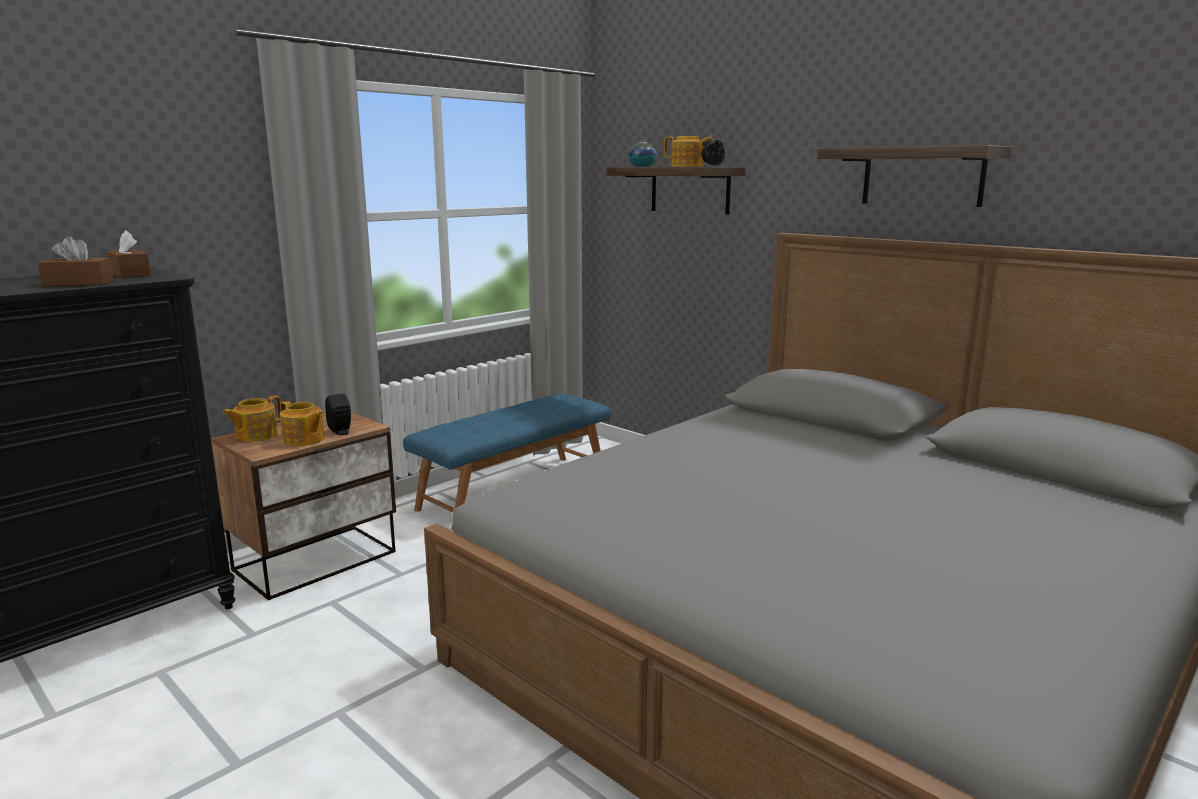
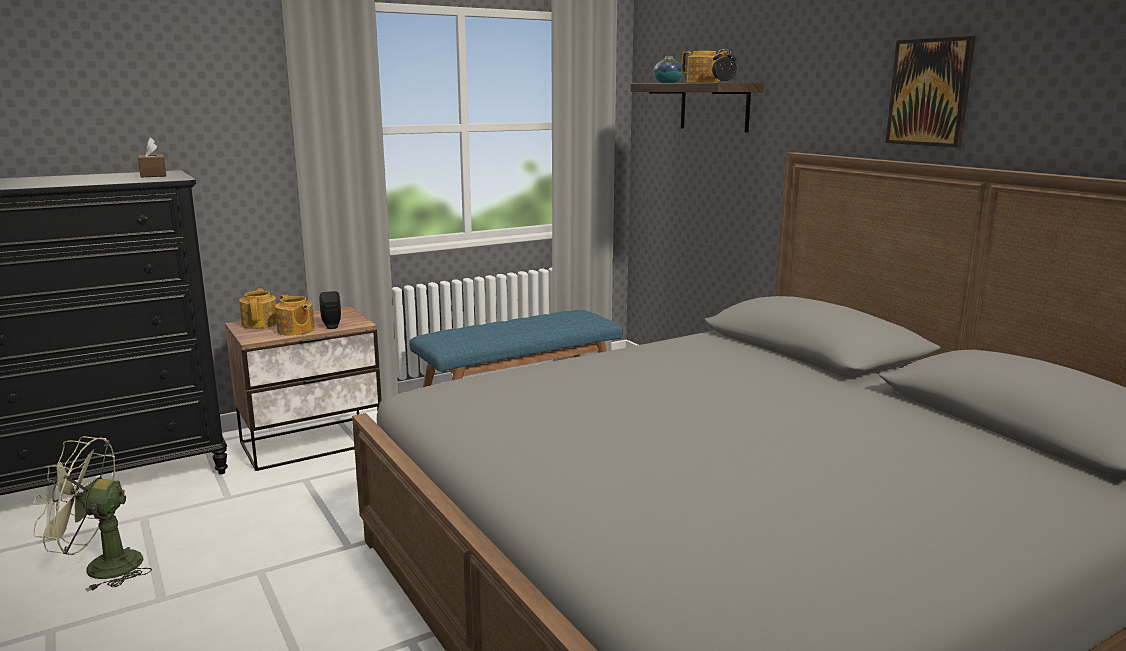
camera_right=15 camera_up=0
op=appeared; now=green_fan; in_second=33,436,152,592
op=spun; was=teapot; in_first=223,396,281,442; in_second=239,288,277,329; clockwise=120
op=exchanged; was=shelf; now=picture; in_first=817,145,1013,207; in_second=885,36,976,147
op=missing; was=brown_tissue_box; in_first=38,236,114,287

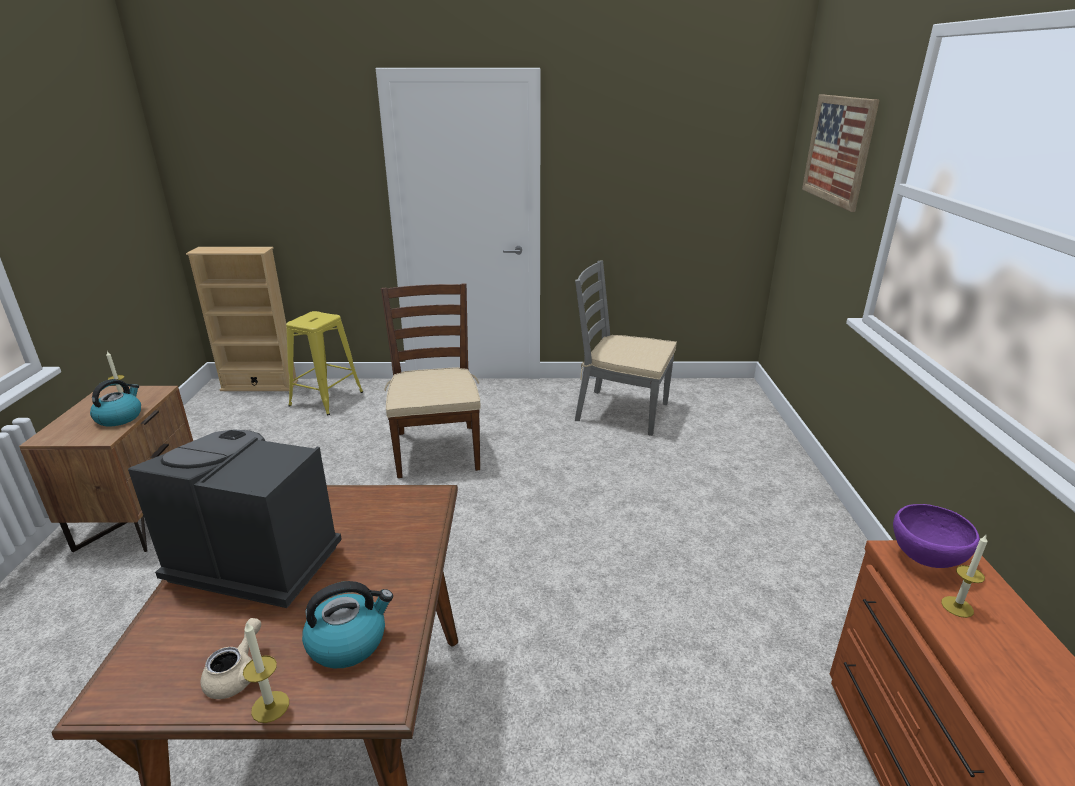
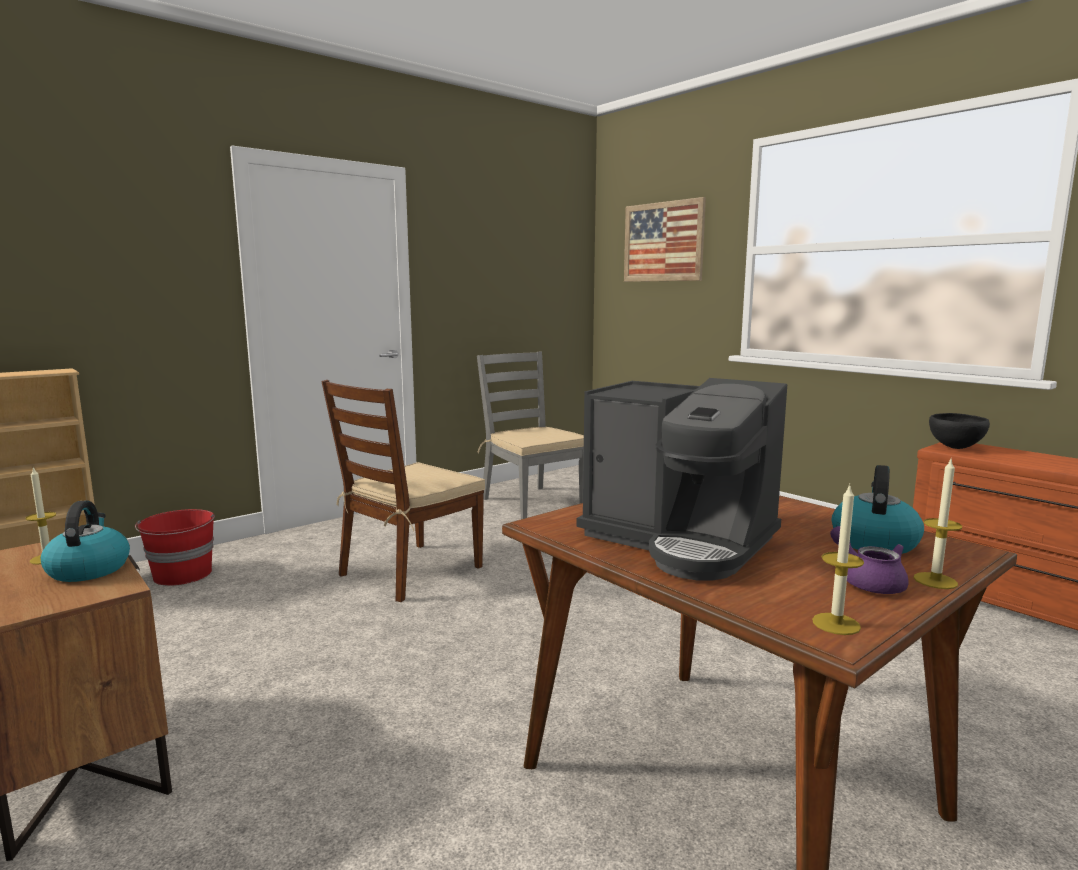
camera_right=-40 camera_up=-15
op=exchanged; was=yellow_stool; now=red_bucket; in_first=286,311,363,415; in_second=135,509,215,586
op=spun; was=brown_chair; in_first=381,283,481,478; in_second=321,380,485,602; clockwise=-90
op=spun; was=grey_chair; in_first=575,261,677,436; in_second=477,352,584,519; clockwise=75
op=spun; was=coffee_machine; in_first=128,430,342,608; in_second=576,378,787,581; clockwise=-120
op=relocated; was=candle; in_first=941,535,987,618; in_second=812,484,864,635
op=colour; was=beige_teapot; now=purple_teapot; in_first=200,618,261,699; in_second=830,526,909,594
op=colour; was=purple_bowl; now=black_bowl; in_first=893,504,980,568; in_second=929,413,990,449

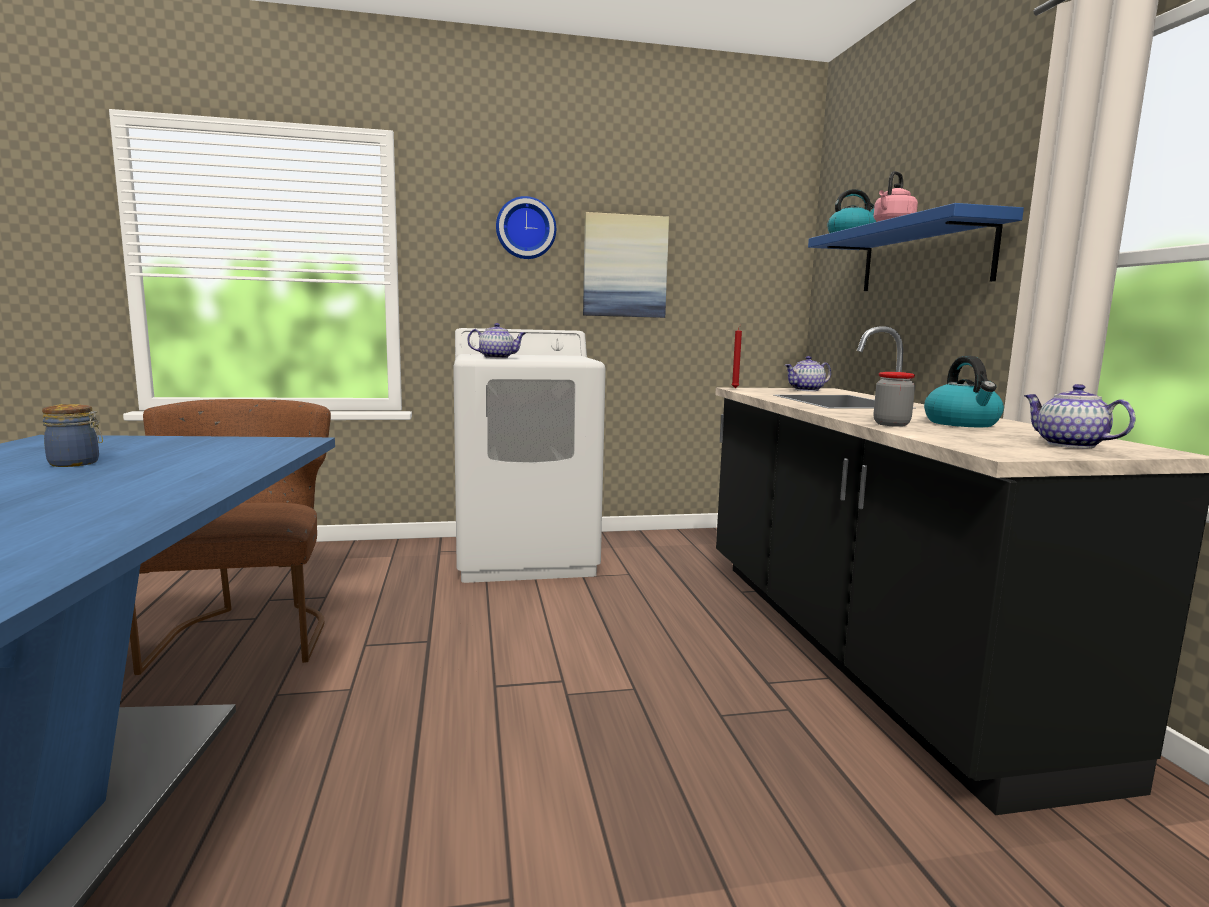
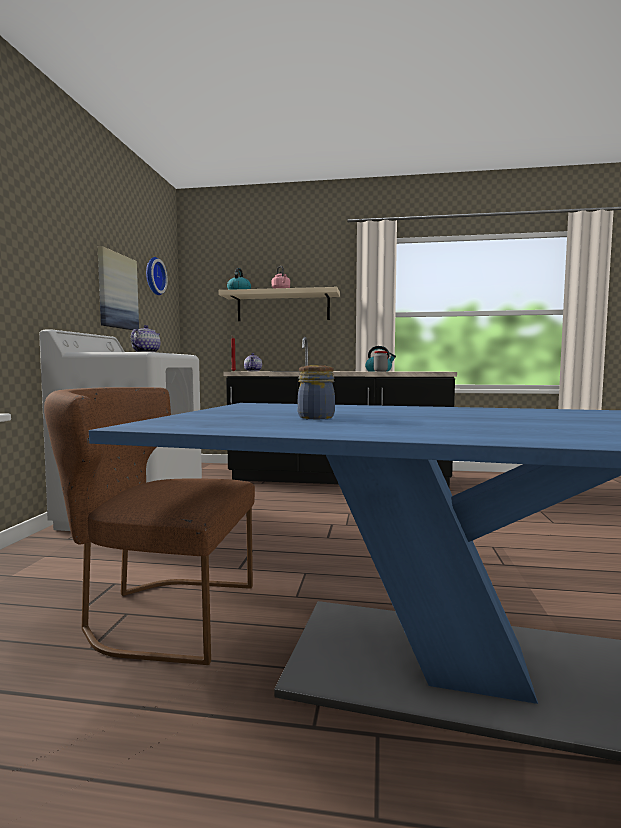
camera_right=-70 camera_up=-5
op=relocated; was=wall_clock; in_first=496,196,556,259; in_second=146,257,168,295
op=colour; was=blue_shelf; now=beige_shelf; in_first=808,203,1024,291; in_second=218,287,340,321
op=missing; was=teapot; in_first=1024,384,1136,448

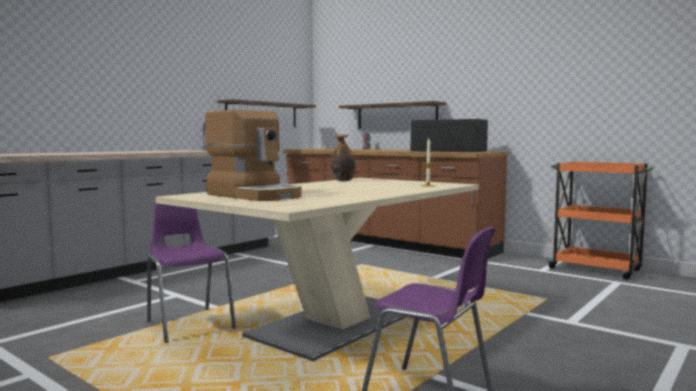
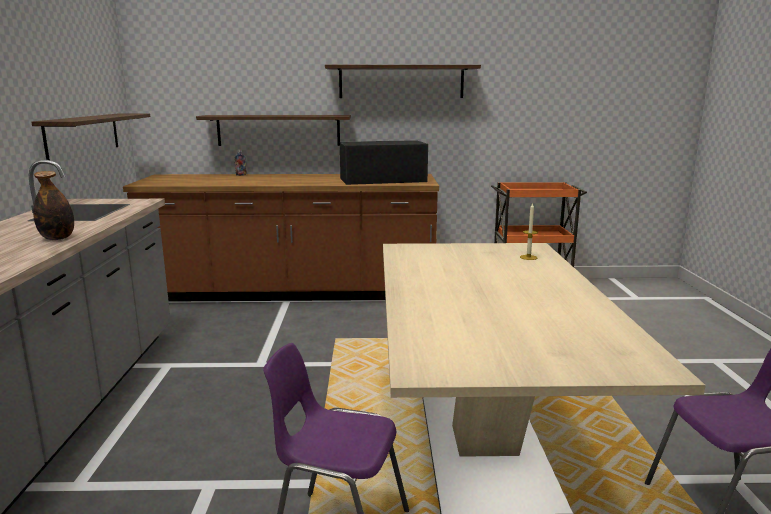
camera_right=-40 camera_up=10
op=relocated; was=bottle; in_first=332,134,355,181; in_second=33,171,74,240
op=appeared; now=shelf; in_second=325,65,481,98
op=missing; was=coffee_machine; in_first=205,110,302,201

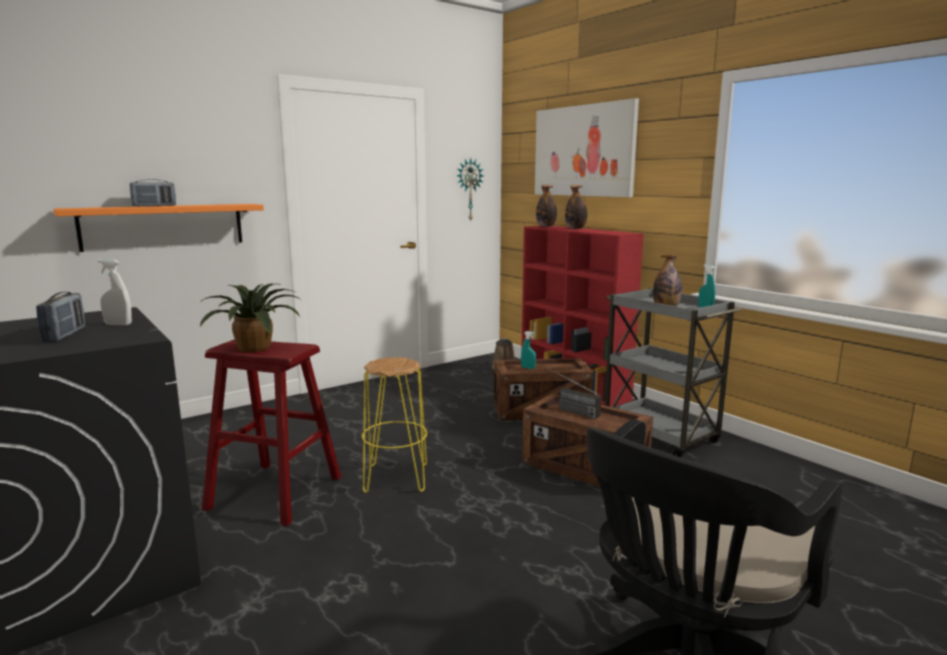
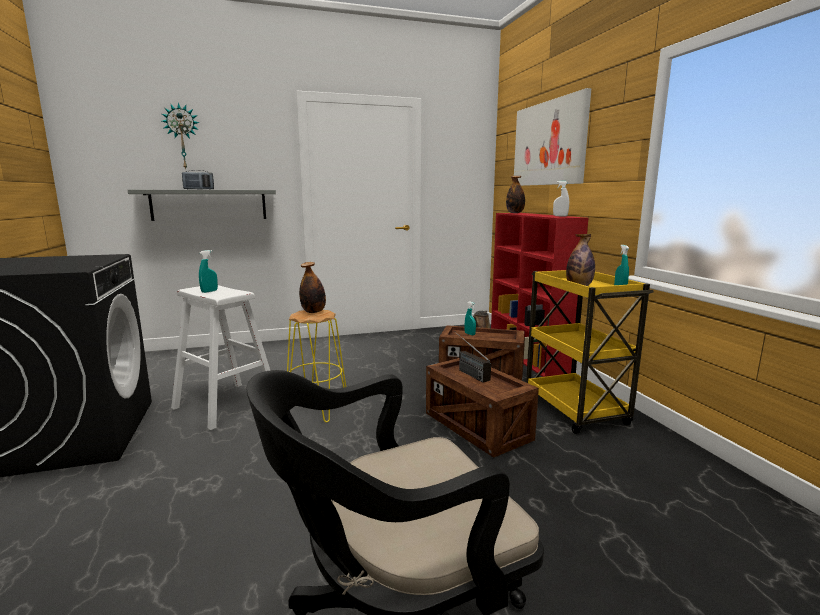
camera_right=20 camera_up=0
op=colour; was=orange_shelf; now=grey_shelf; in_first=53,204,264,252; in_second=128,190,276,221
op=relocated; was=wall_clock; in_first=457,158,484,222; in_second=162,103,199,170
op=colour; was=red_stool; now=white_stool; in_first=202,339,341,526; in_second=171,285,271,430
op=exchanged; was=potted_plant; now=turquoise_spray_bottle; in_first=200,284,301,352; in_second=199,250,218,293
op=relocated; was=bottle; in_first=565,185,587,229; in_second=299,262,326,313
op=colour; was=grey_cart; now=yellow_cart; in_first=605,288,741,458; in_second=526,270,654,434
op=relocated; was=white_spray_bottle; in_first=98,259,132,325; in_second=553,181,569,216
op=missing; was=radio; in_first=36,292,85,342

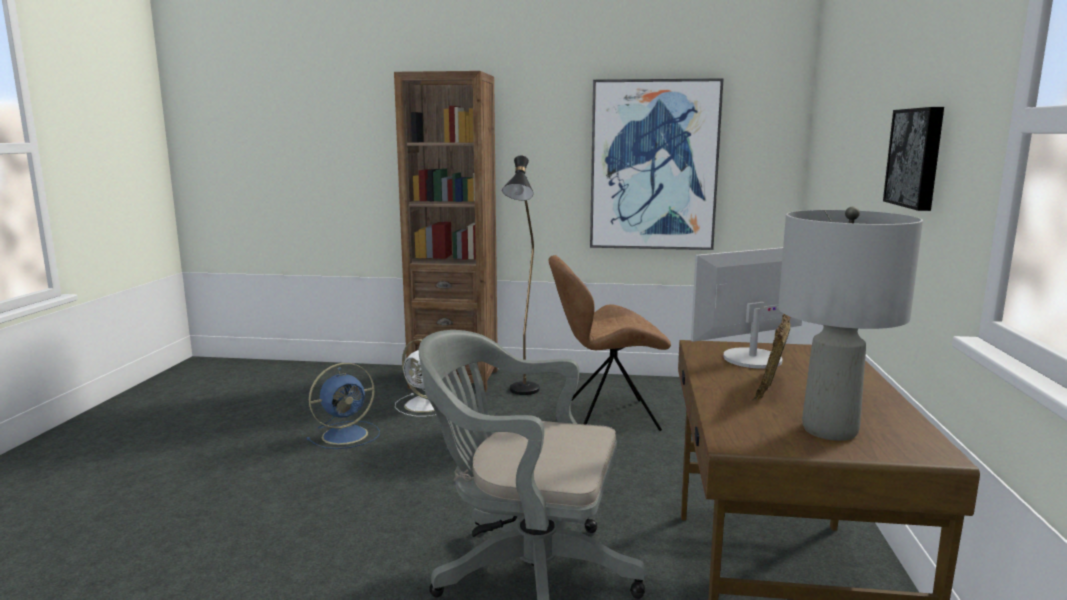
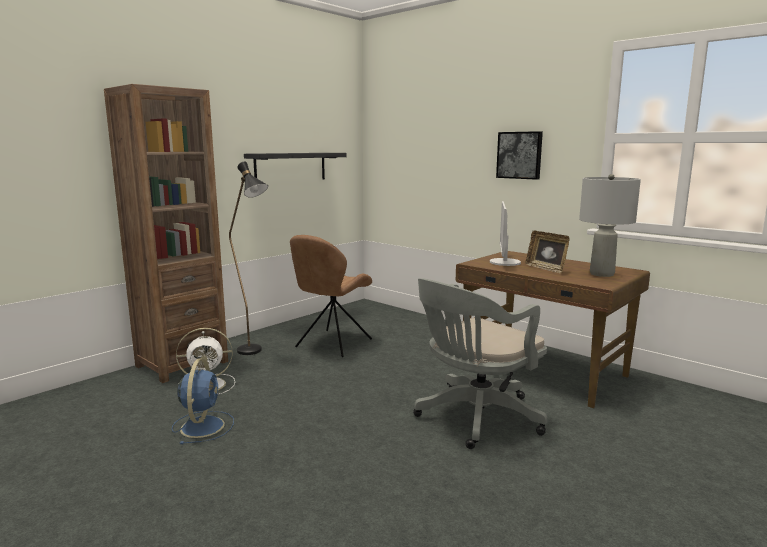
camera_right=-55 camera_up=0
op=exchanged; was=picture; now=black_shelf; in_first=590,78,724,250; in_second=244,153,347,180

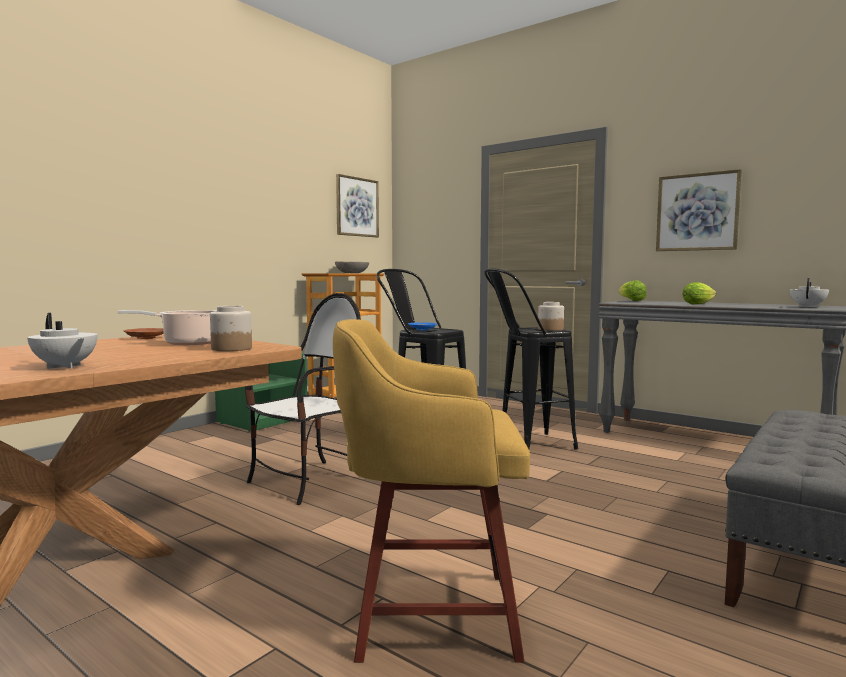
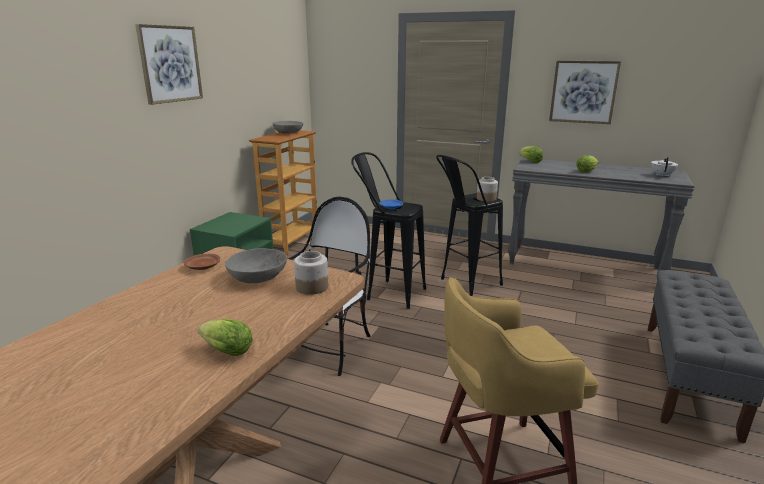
camera_right=-15 camera_up=15
op=relocated; was=picture; in_first=336,174,379,237; in_second=135,24,203,105
op=exchanged; was=white_teapot; now=lettuce; in_first=27,313,97,369; in_second=198,319,253,356
op=exchanged; was=cooking_pot; now=grey_bowl; in_first=118,310,217,345; in_second=225,248,287,283

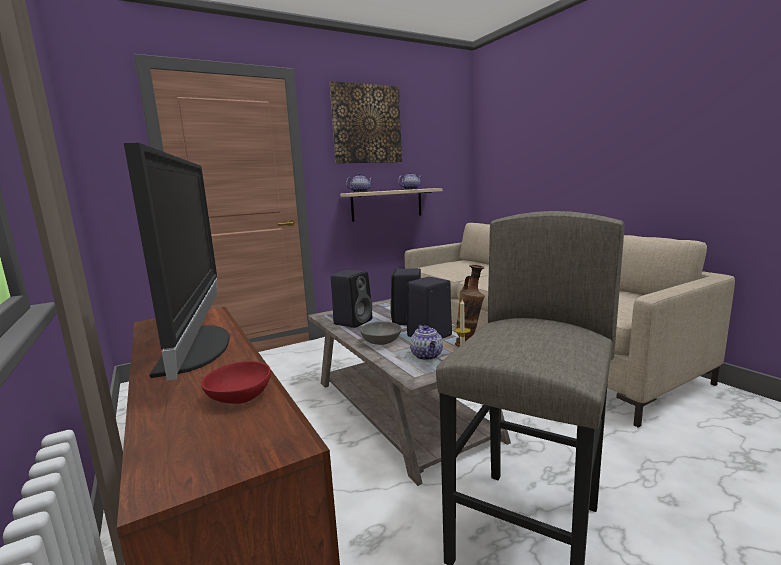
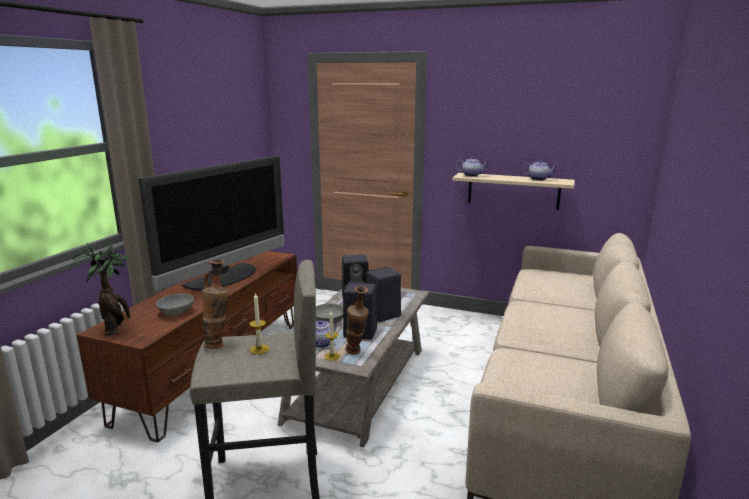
camera_right=50 camera_up=5
op=appeared; now=potted_plant; in_second=73,242,131,335
op=colour; was=red_bowl; now=grey_bowl; in_first=201,361,271,404; in_second=156,294,194,316
op=appeared; now=vase; in_second=202,260,229,349
op=appeared; now=candle; in_second=249,292,269,354
op=missing; was=picture; in_first=330,81,402,164

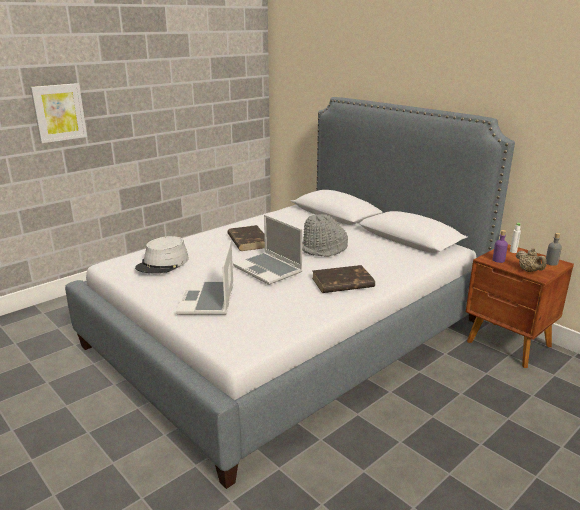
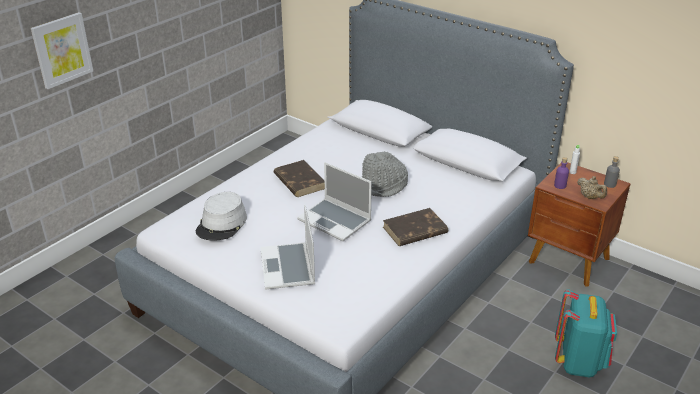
camera_right=-10 camera_up=10
op=appeared; now=turquoise_backpack; in_second=555,289,617,377

